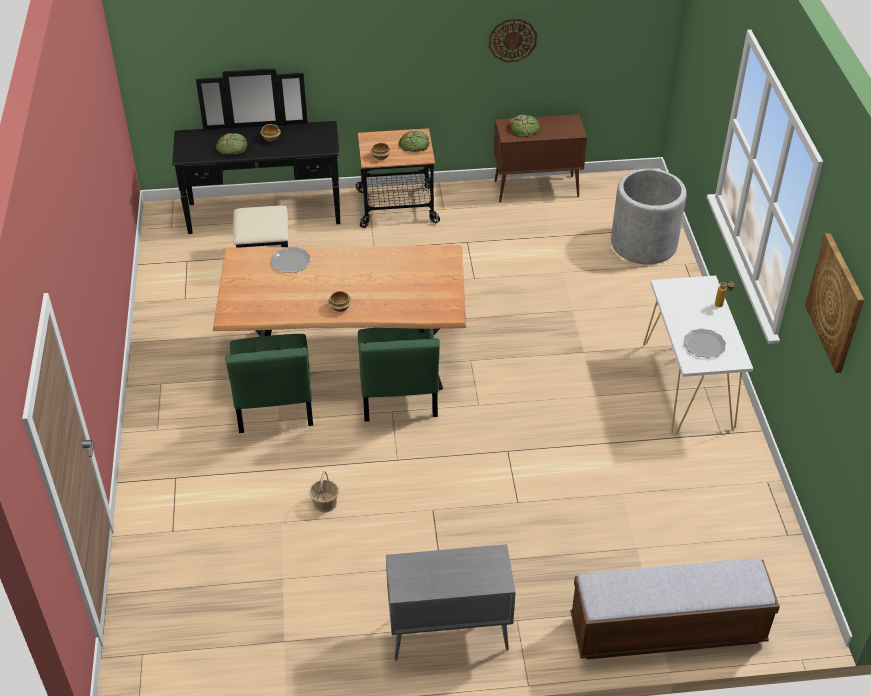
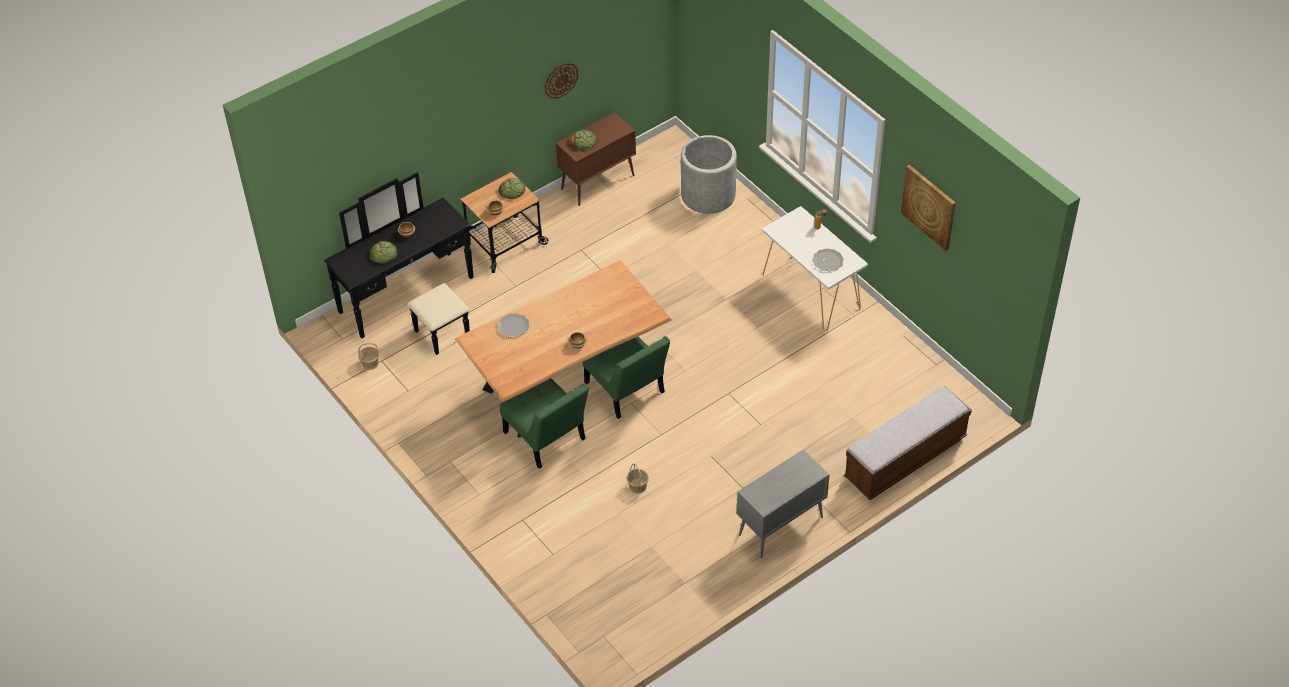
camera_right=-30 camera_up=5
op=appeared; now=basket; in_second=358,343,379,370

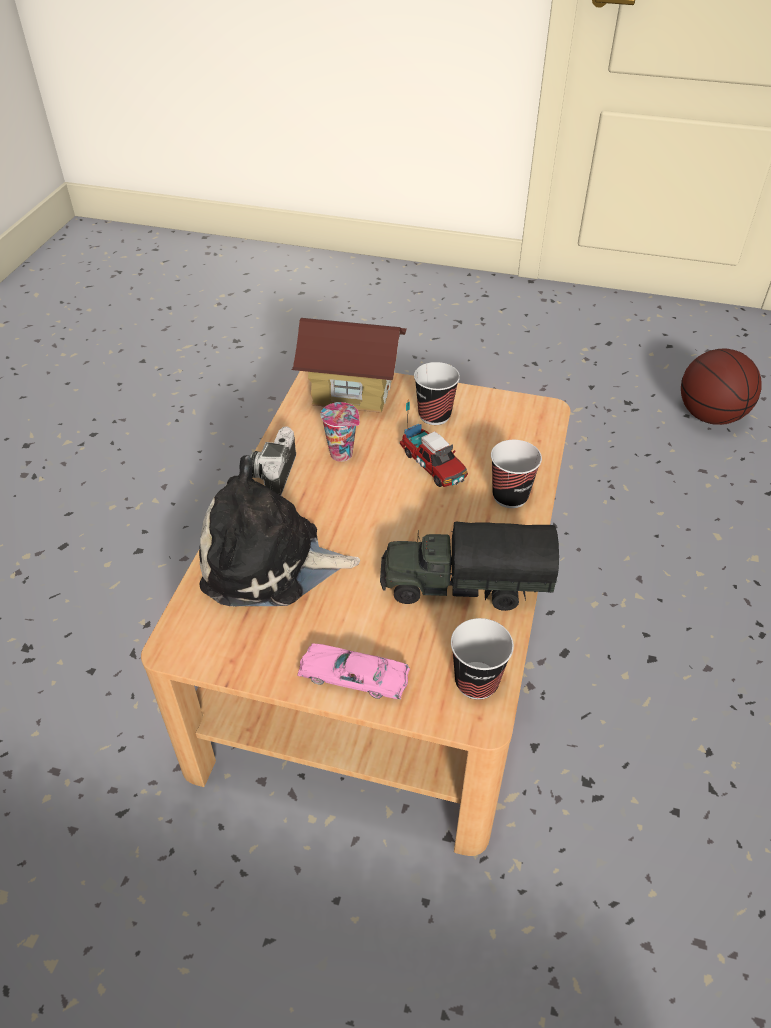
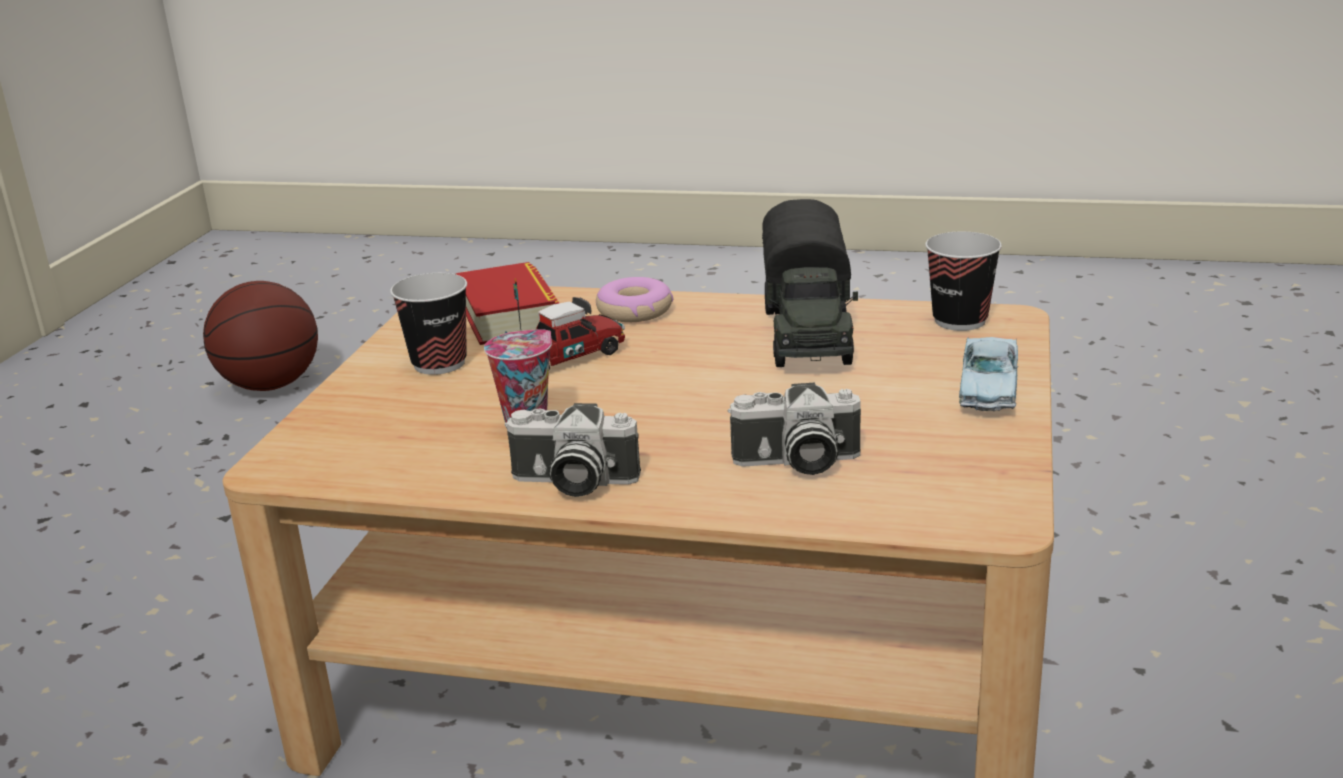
camera_right=-90 camera_up=-20
op=appeared; now=book; in_second=456,262,559,345
op=exchanged; was=cup; now=donut; in_first=491,440,542,508; in_second=596,277,673,322
op=exchanged; was=plush_toy; now=photo_camera; in_first=199,455,360,606; in_second=728,383,861,475
op=colour; was=pink_toy_car; now=blue_toy_car; in_first=297,643,410,700; in_second=959,337,1018,411
op=missing; was=toy_house; in_first=292,318,407,413

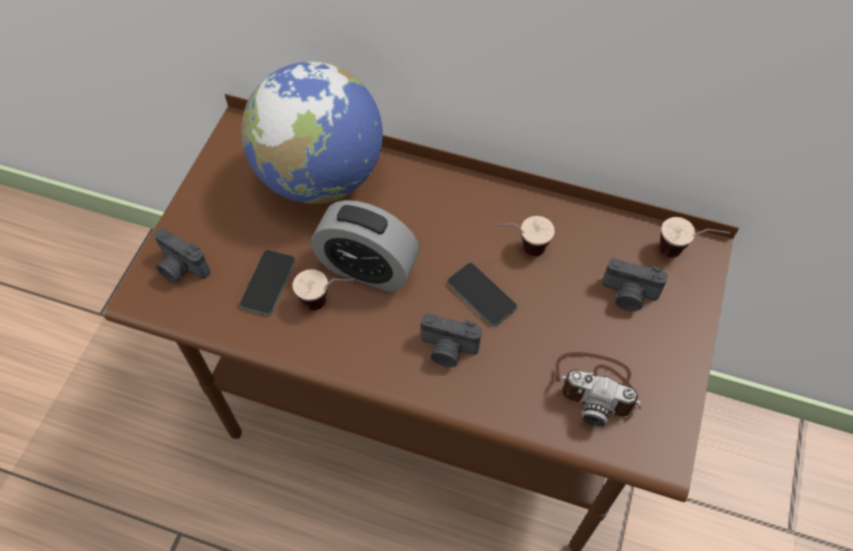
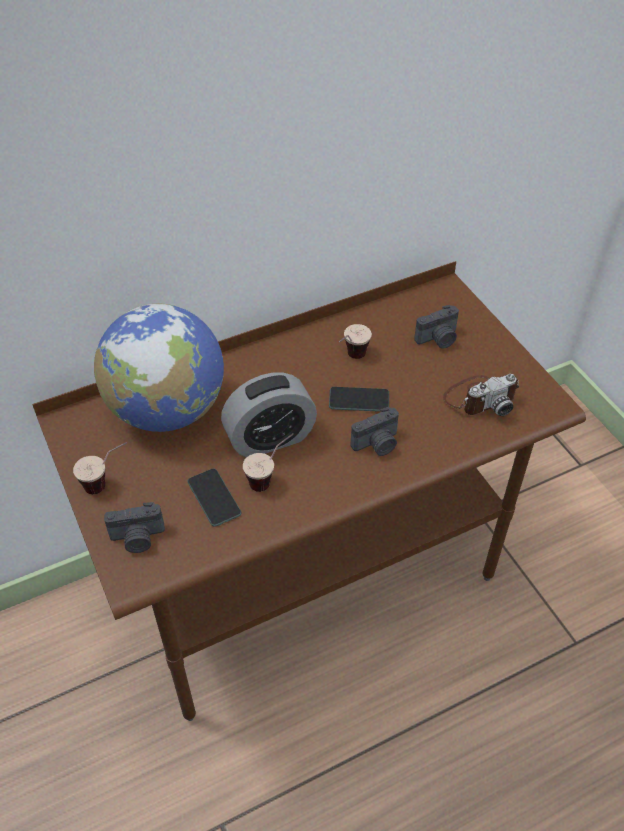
camera_right=-45 camera_up=-10
op=relocated; was=cup; in_first=660,217,730,257; in_second=73,442,127,494

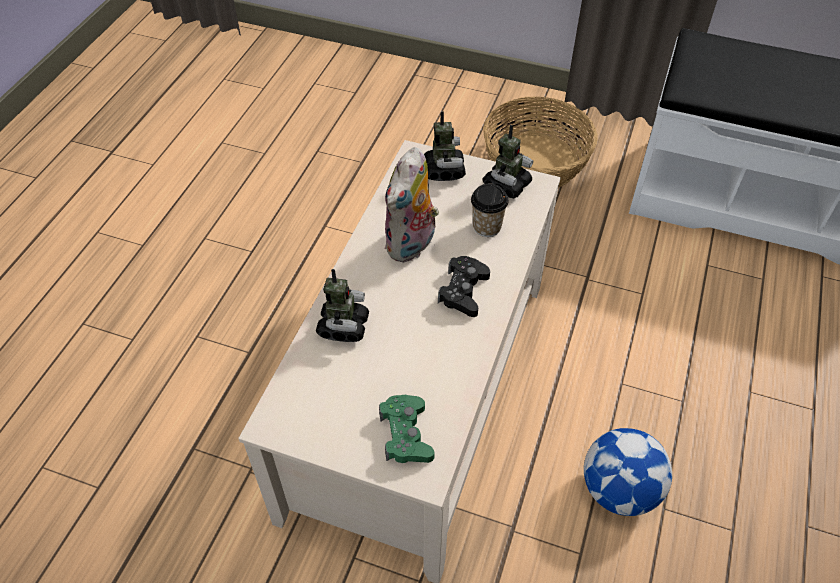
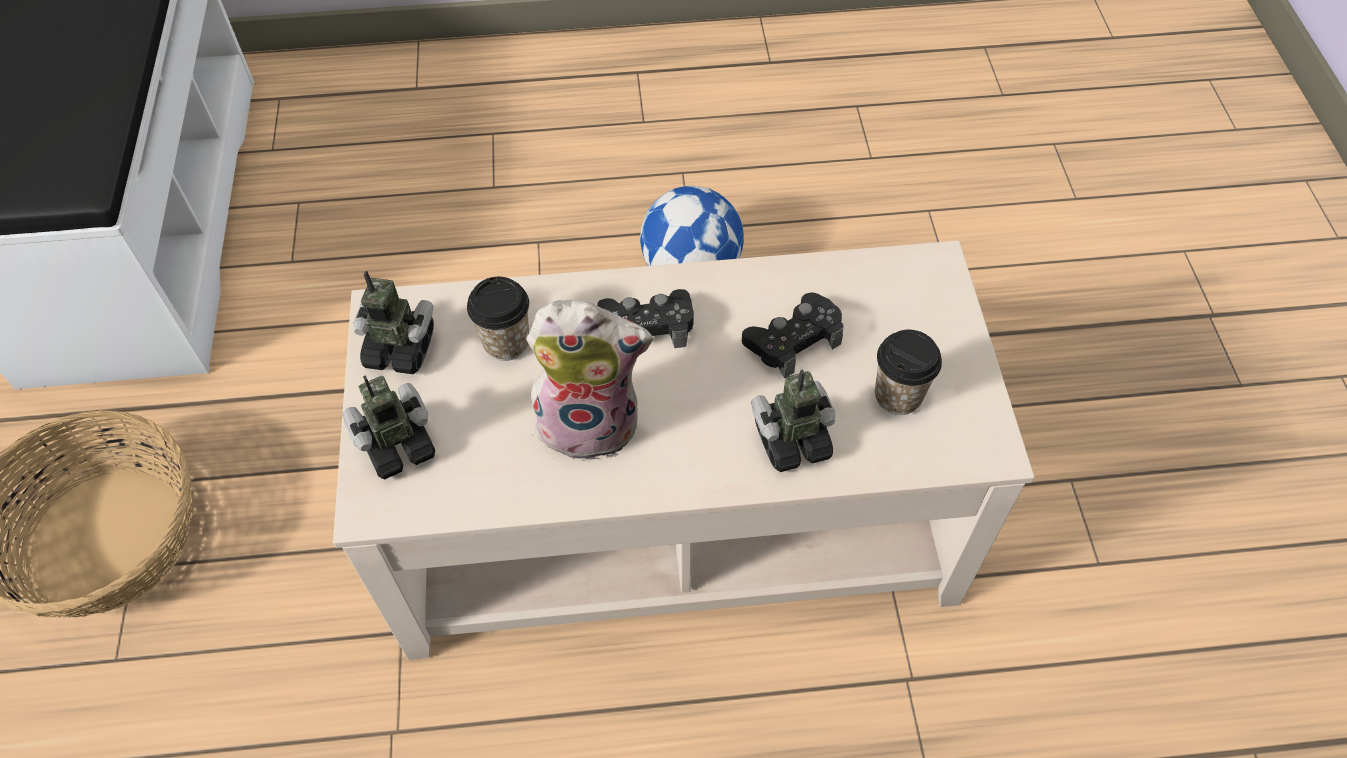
camera_right=-115 camera_up=5
op=appeared; now=black_game_controller; in_second=742,292,844,379
op=appeared; now=cup; in_second=875,330,942,415
op=missing; was=green_game_controller; in_first=379,395,435,463

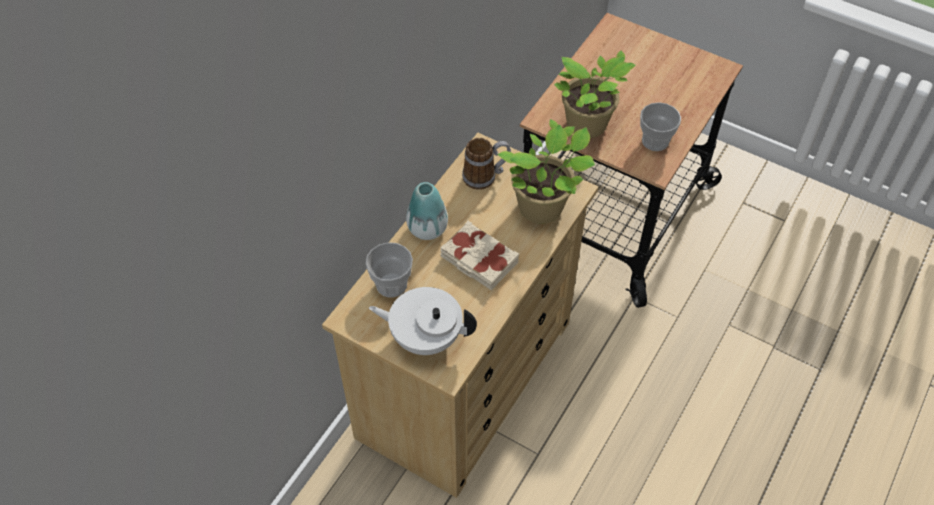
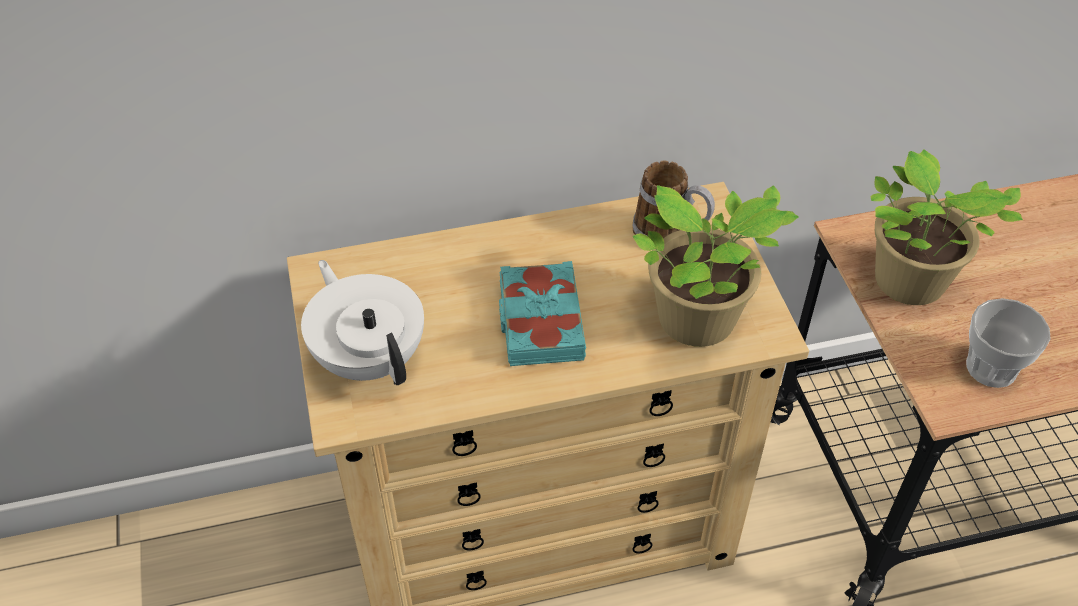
camera_right=45 camera_up=-5
op=colour; was=beige_book; now=turquoise_book; in_first=440,221,519,290; in_second=499,261,586,366
op=missing; was=cup; in_first=365,242,413,298
op=missing; was=vase; in_first=406,182,448,240

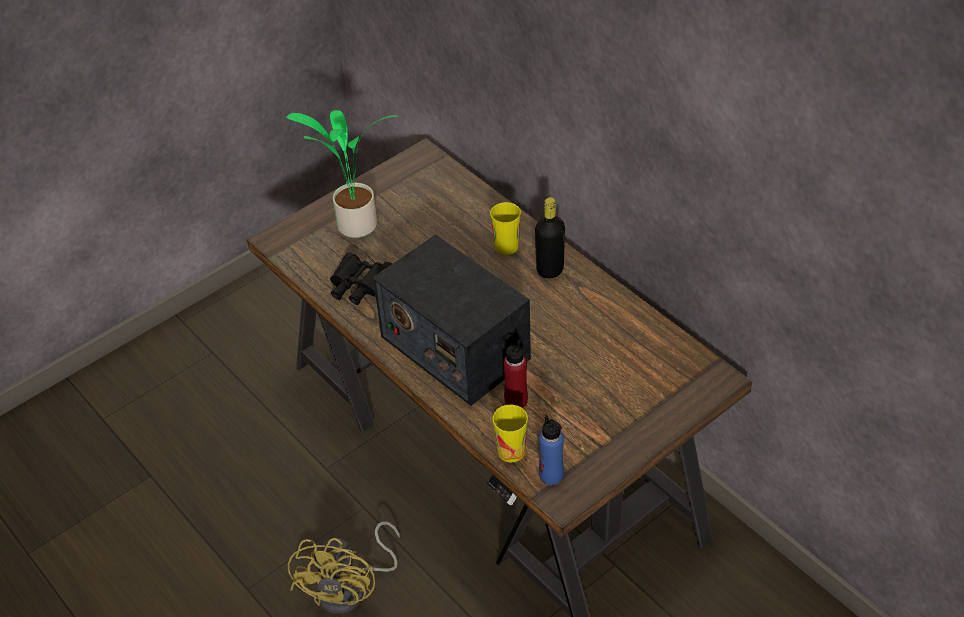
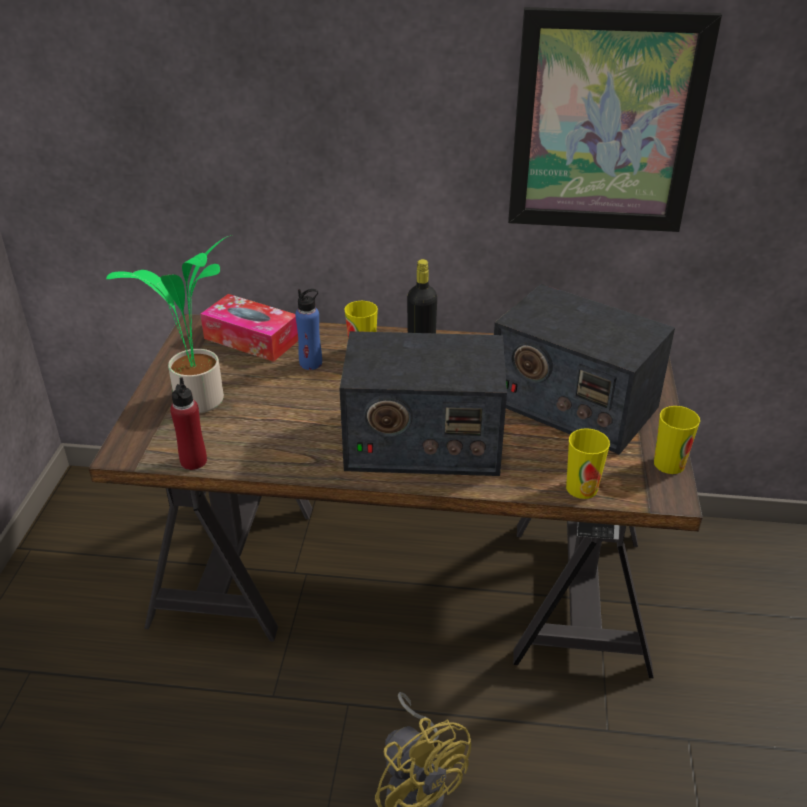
camera_right=-45 camera_up=-10
op=relocated; was=red_bottle; in_first=503,340,528,408; in_second=170,377,207,470
op=appeared; now=tissue_box; in_second=200,294,298,362
op=relocated; was=blue_bottle; in_first=539,415,564,485; in_second=295,289,322,370
op=appeared; now=radio; in_second=494,284,675,455
op=appeared; now=picture; in_second=508,7,722,232
op=appeared; now=cup; in_second=654,406,700,474
op=missing; was=black_binoculars; in_first=330,252,392,305

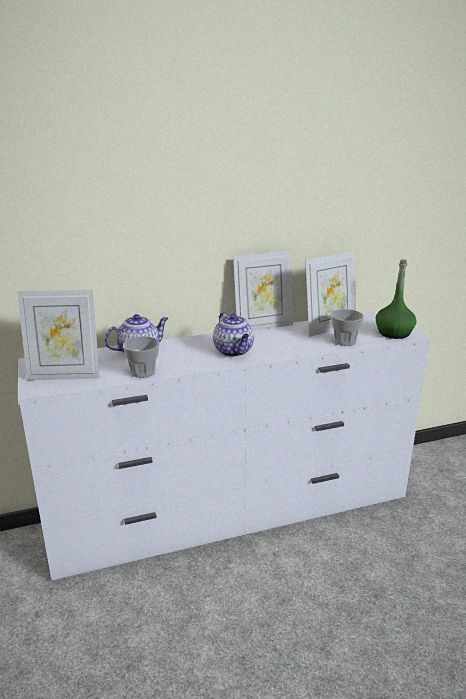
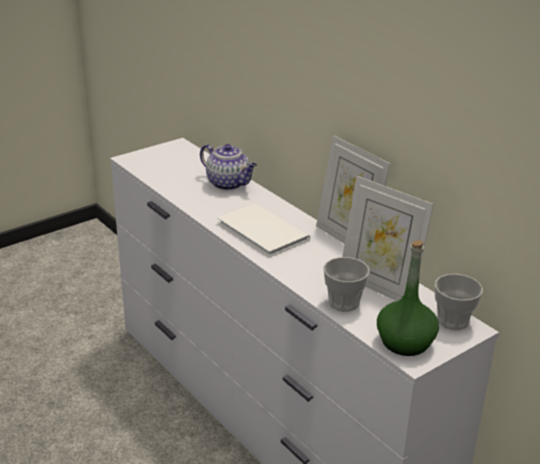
camera_right=70 camera_up=5
op=exchanged; was=teapot; now=white_book; in_first=213,312,254,357; in_second=218,203,310,257
op=relocated; was=cup; in_first=123,336,160,378; in_second=435,274,483,330
op=missing; was=picture_frame; in_first=17,290,100,380

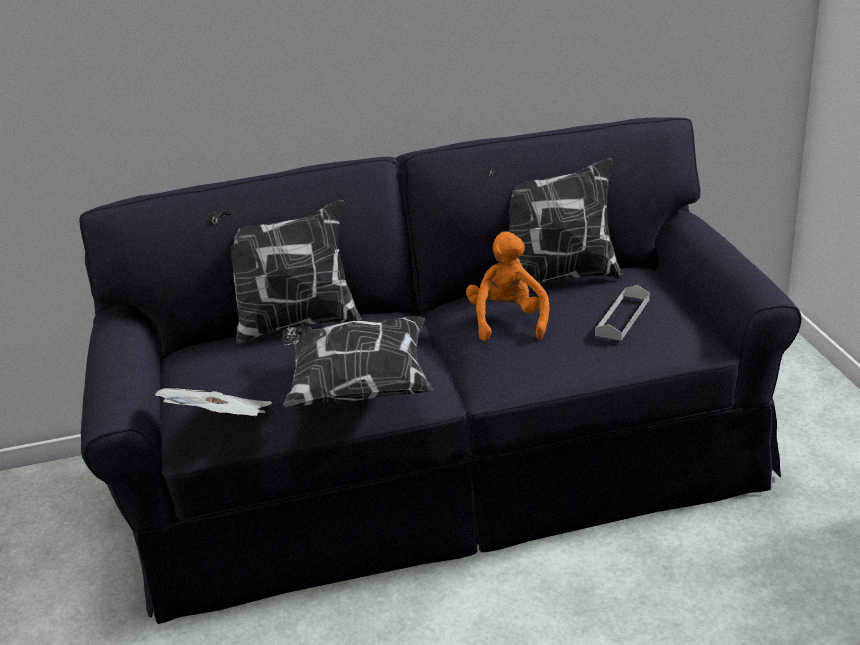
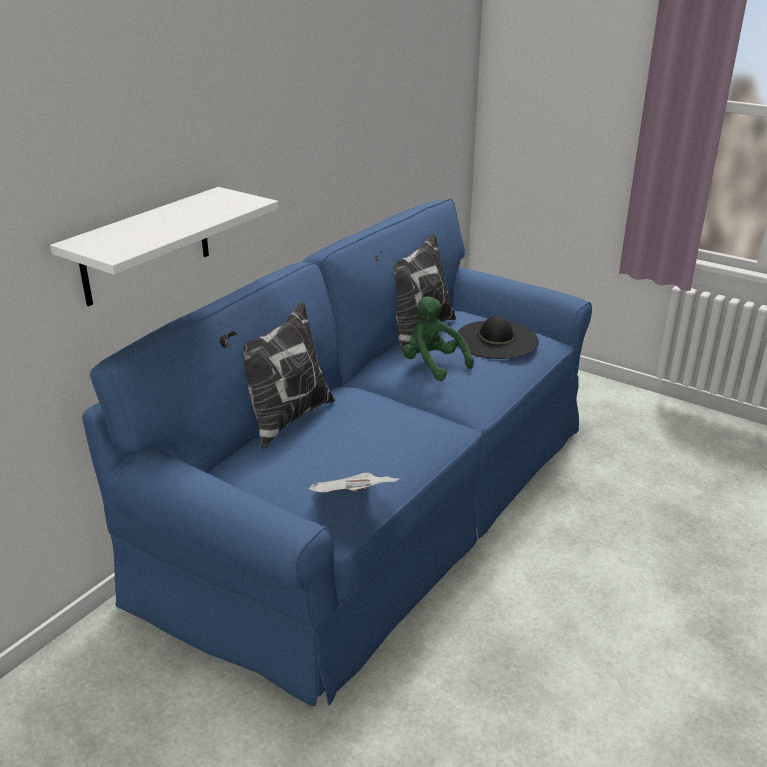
camera_right=-45 camera_up=0
op=appeared; now=white_shelf; in_second=50,187,279,306
op=colour; was=black_sofa; now=blue_sofa; in_first=79,117,802,624; in_second=82,199,592,707
op=colour; was=orange_plush_toy; now=green_plush_toy; in_first=466,232,549,341; in_second=403,296,474,381
op=exchanged; was=grey_tray; now=black_hat; in_first=595,285,650,341; in_second=455,316,539,359
op=missing; was=pillow; in_first=282,316,433,407

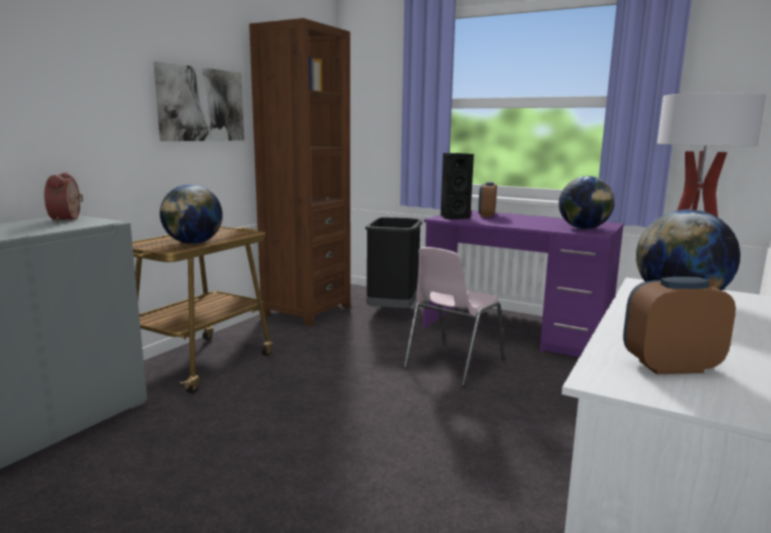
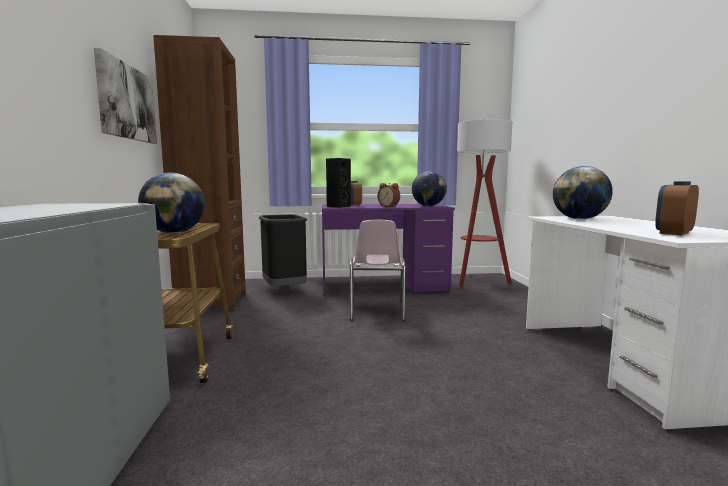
camera_right=-35 camera_up=-5
op=relocated; was=alarm_clock; in_first=44,172,83,222; in_second=377,183,400,207

